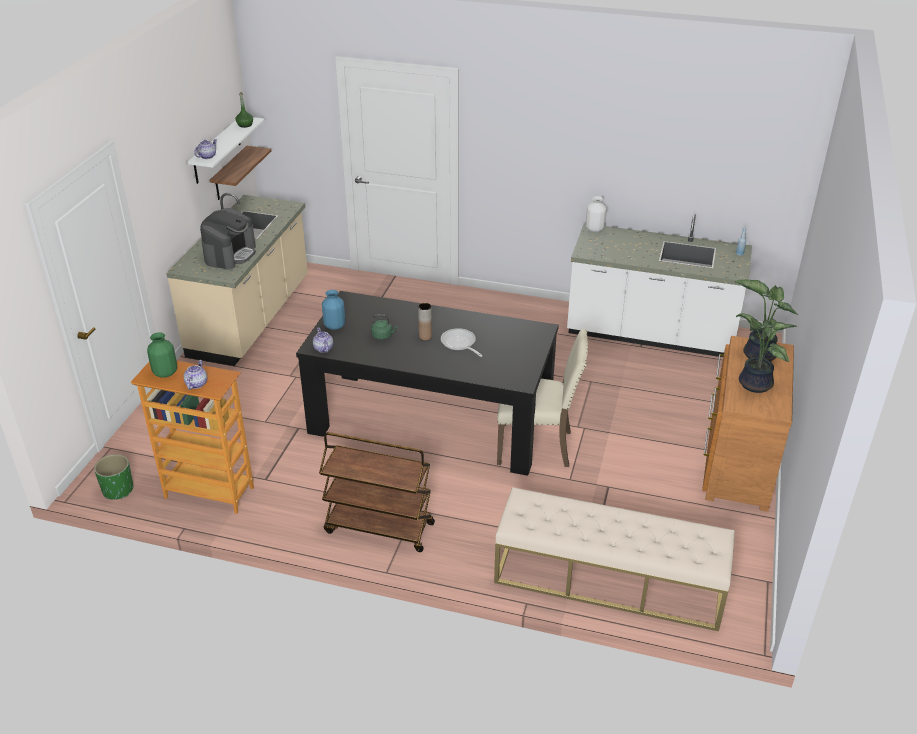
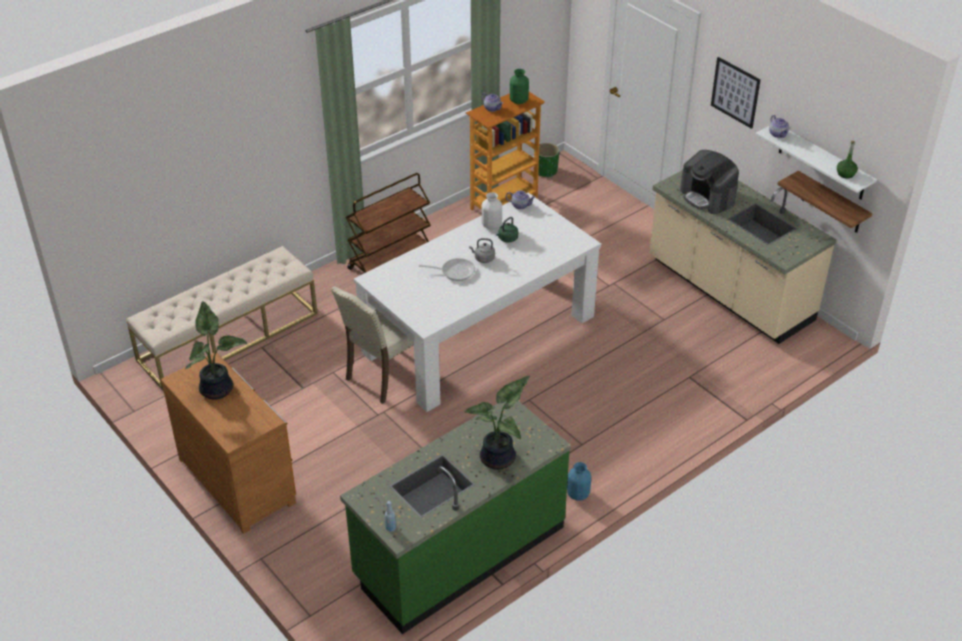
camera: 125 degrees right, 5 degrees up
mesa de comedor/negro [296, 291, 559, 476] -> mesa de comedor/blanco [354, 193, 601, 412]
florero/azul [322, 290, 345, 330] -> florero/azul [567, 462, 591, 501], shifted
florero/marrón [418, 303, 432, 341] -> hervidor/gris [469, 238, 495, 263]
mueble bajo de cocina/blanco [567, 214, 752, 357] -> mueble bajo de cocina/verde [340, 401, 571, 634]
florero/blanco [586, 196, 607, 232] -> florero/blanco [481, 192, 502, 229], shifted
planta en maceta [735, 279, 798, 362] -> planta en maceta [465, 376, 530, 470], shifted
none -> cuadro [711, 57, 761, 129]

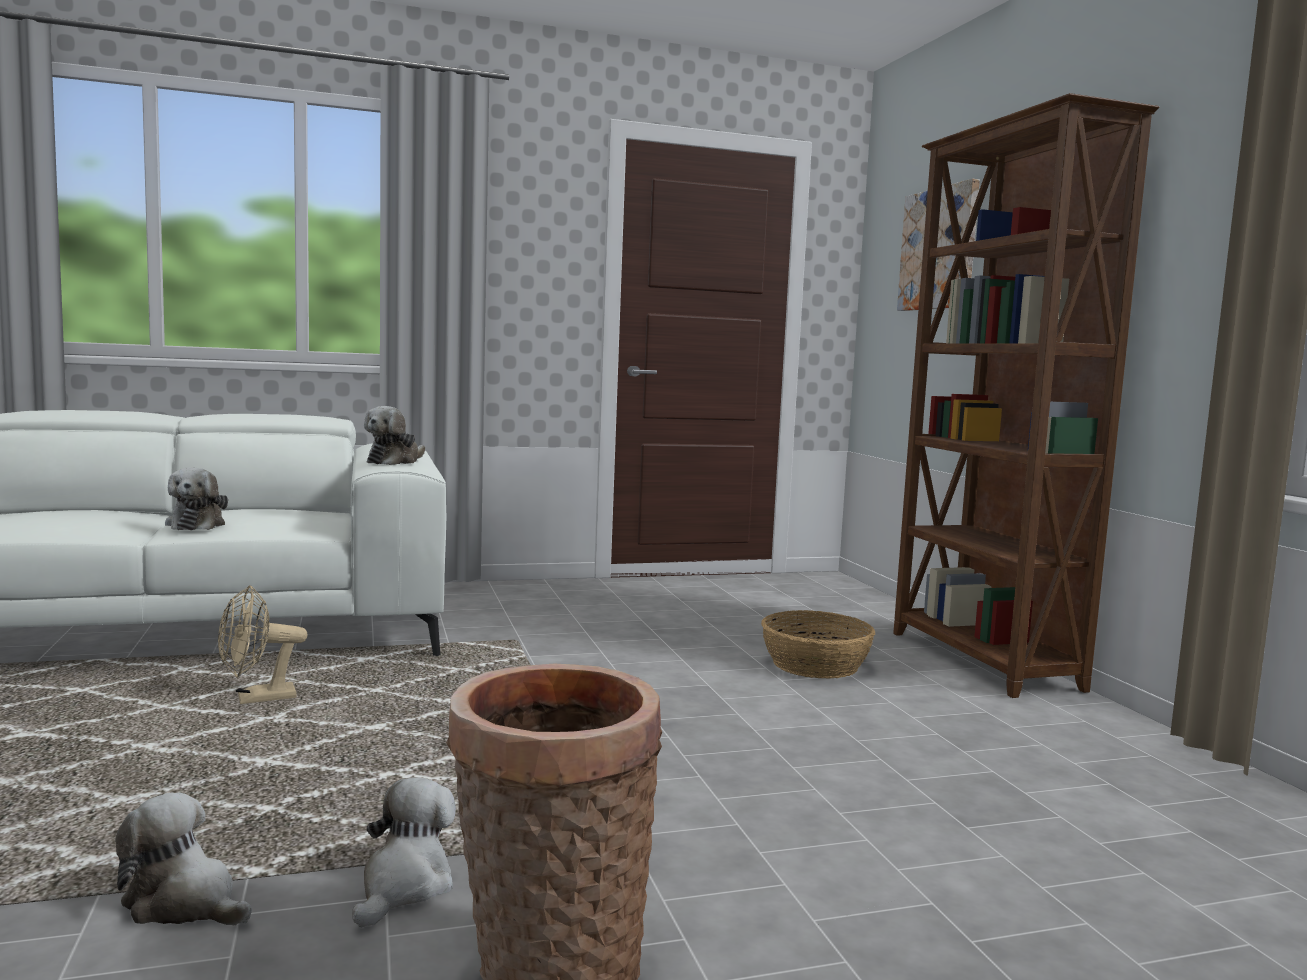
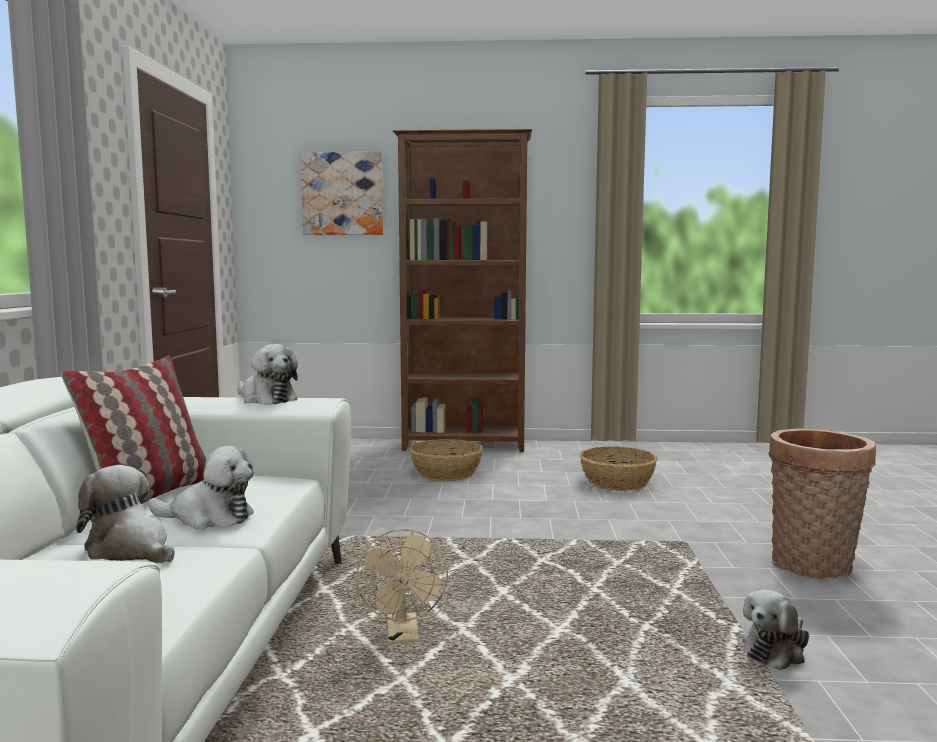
camera: 70 degrees left, 0 degrees up
peluche [352, 777, 456, 928] -> peluche [76, 465, 175, 563], shifted
none -> cojín [61, 356, 206, 504]
none -> cesta [579, 447, 658, 491]

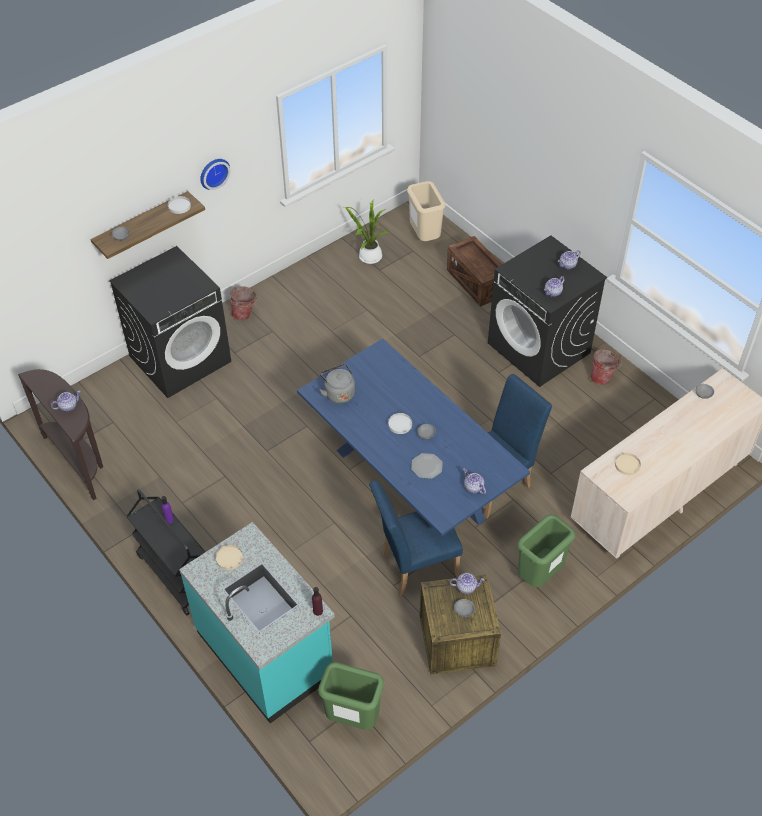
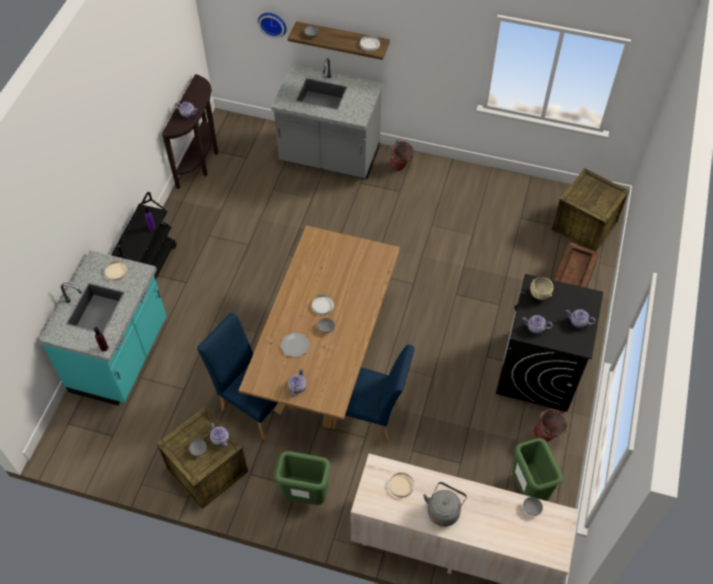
camera: 55 degrees right, 5 degrees up
lavadora/negro [109, 246, 231, 398] -> mueble bajo de cocina/gris [271, 58, 383, 179]
reloj de pared [200, 159, 230, 190] -> reloj de pared [258, 13, 287, 38], shifted
mesa de comedor/azul [297, 339, 530, 536] -> mesa de comedor/marrón [239, 225, 400, 429]
papelera/verde [318, 662, 384, 730] -> papelera/verde [512, 438, 563, 501], shifted
hervidor/gris [319, 364, 355, 404] -> hervidor/gris [423, 482, 467, 527], shifted
planta en maceta [345, 199, 389, 264] -> none
papelera/beis [407, 181, 446, 241] -> caja de embalaje [551, 168, 629, 251]
none -> cuenco/beis [530, 277, 553, 300]

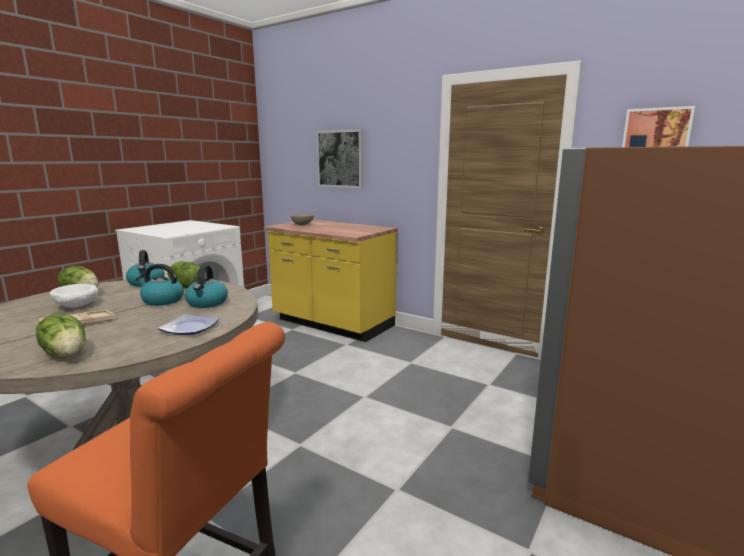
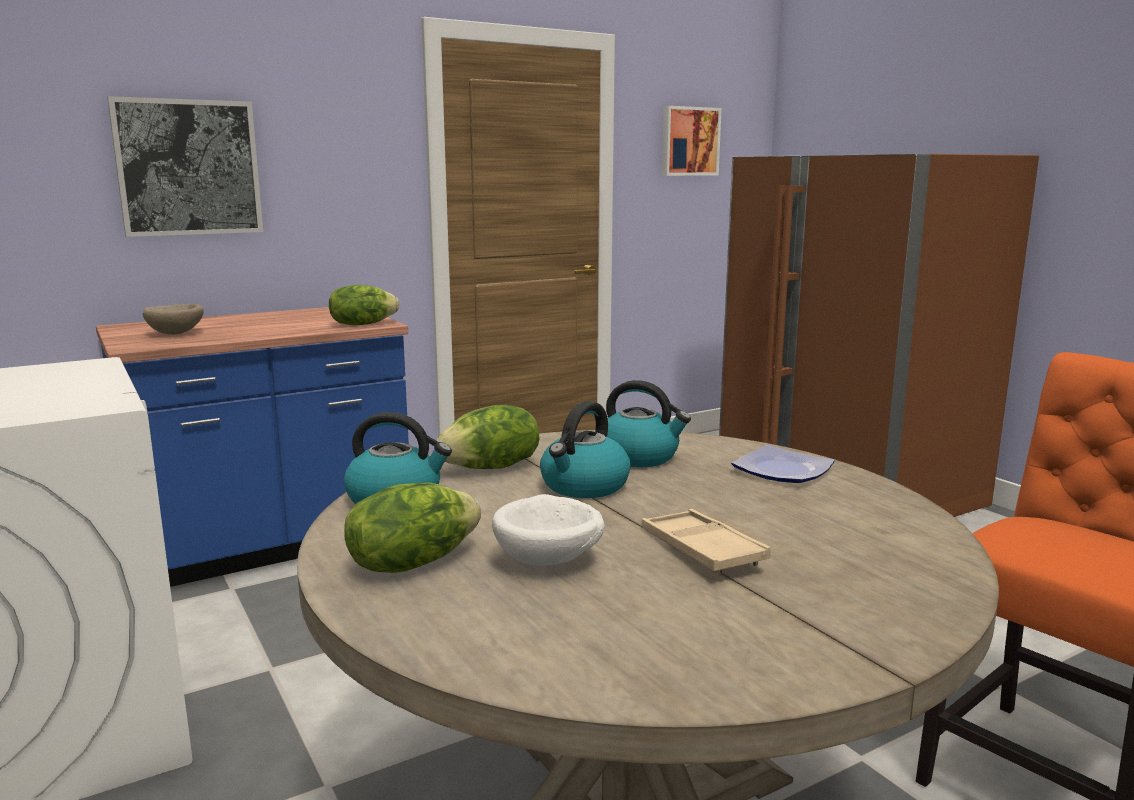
camera: 65 degrees left, 0 degrees up
lechuga [36, 314, 86, 358] -> lechuga [329, 285, 399, 325], shifted
mueble bajo de cocina/amarillo [264, 220, 398, 342] -> mueble bajo de cocina/azul [96, 307, 409, 587]

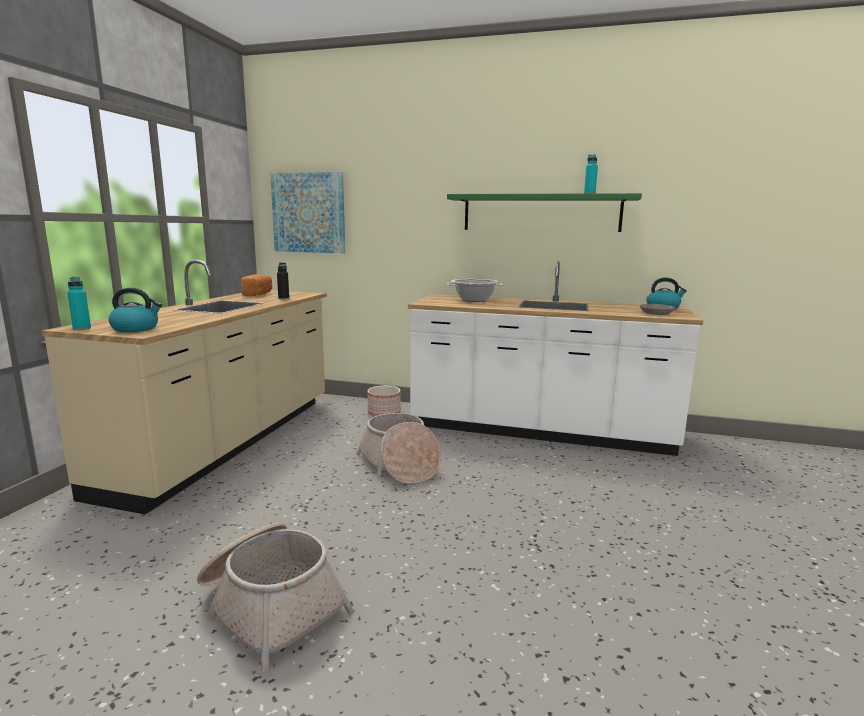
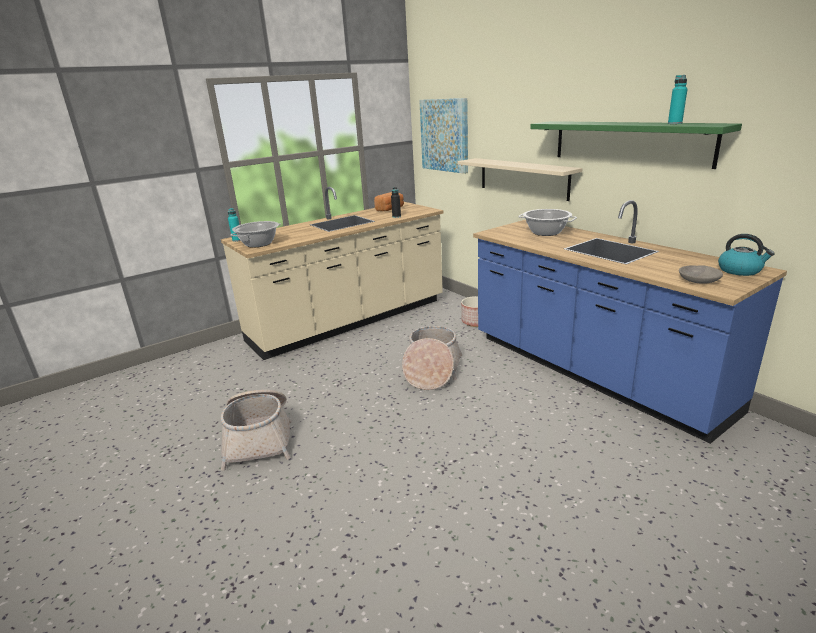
camera: 40 degrees right, 10 degrees up
hervidor [109, 288, 162, 332] -> olla [230, 221, 281, 248]
mueble bajo de cocina/blanco [408, 261, 703, 456] -> mueble bajo de cocina/azul [473, 200, 787, 444]
none -> estante/beis [457, 158, 583, 201]

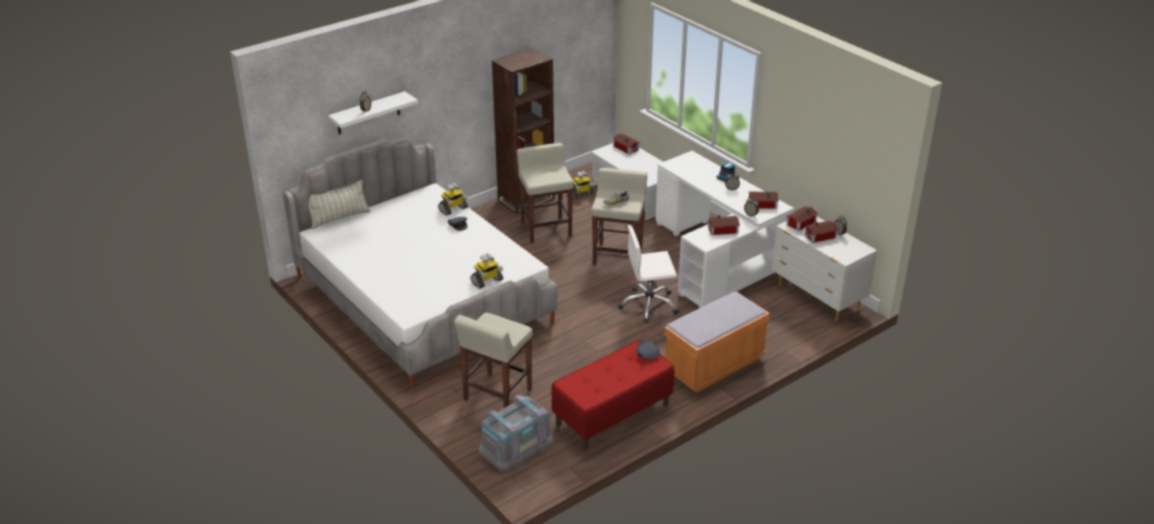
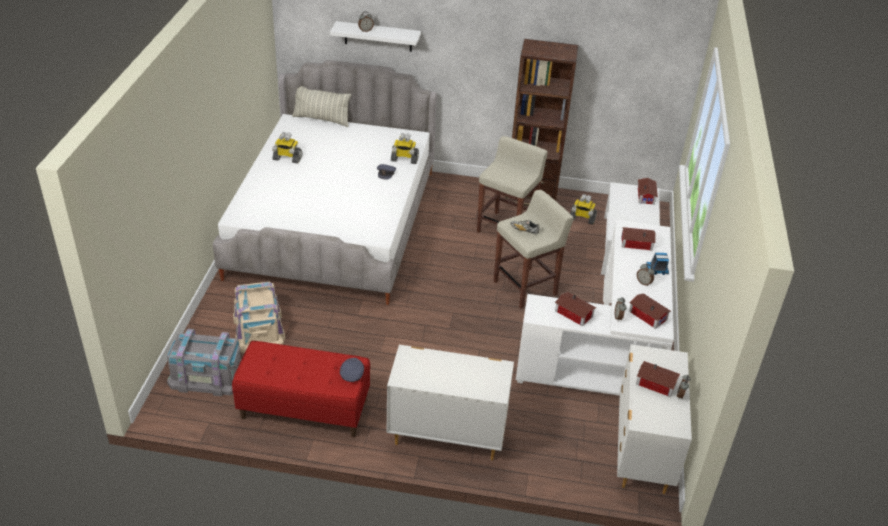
camera: 45 degrees right, 5 degrees up
taburete/beis [454, 313, 533, 408] -> caja de almacenaje/beis [233, 282, 285, 353]
robot de juguete [470, 253, 503, 289] -> robot de juguete [272, 132, 303, 164], shifted
silla de oficina/blanco [618, 225, 679, 323] -> none
banco/naranja [665, 292, 770, 393] -> cómoda/blanco [387, 344, 514, 460]
casita [786, 206, 818, 231] -> casita [621, 227, 656, 251], shifted

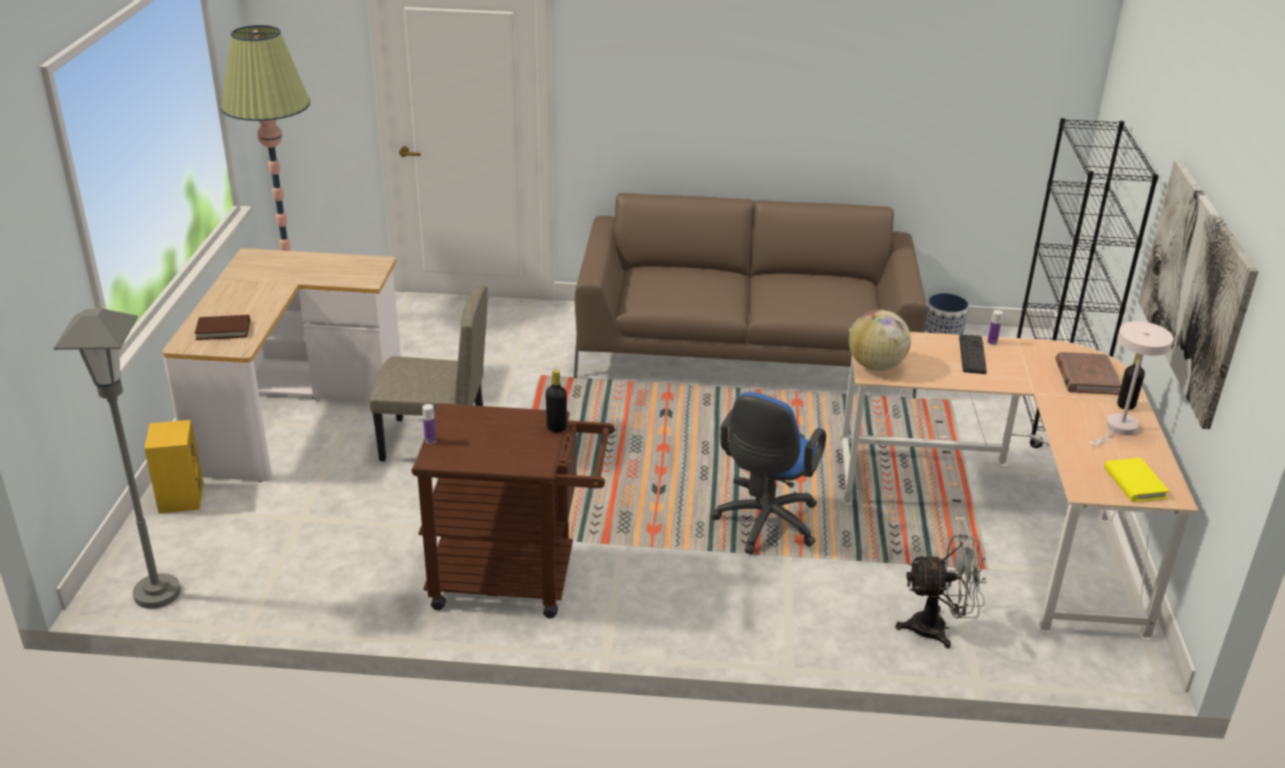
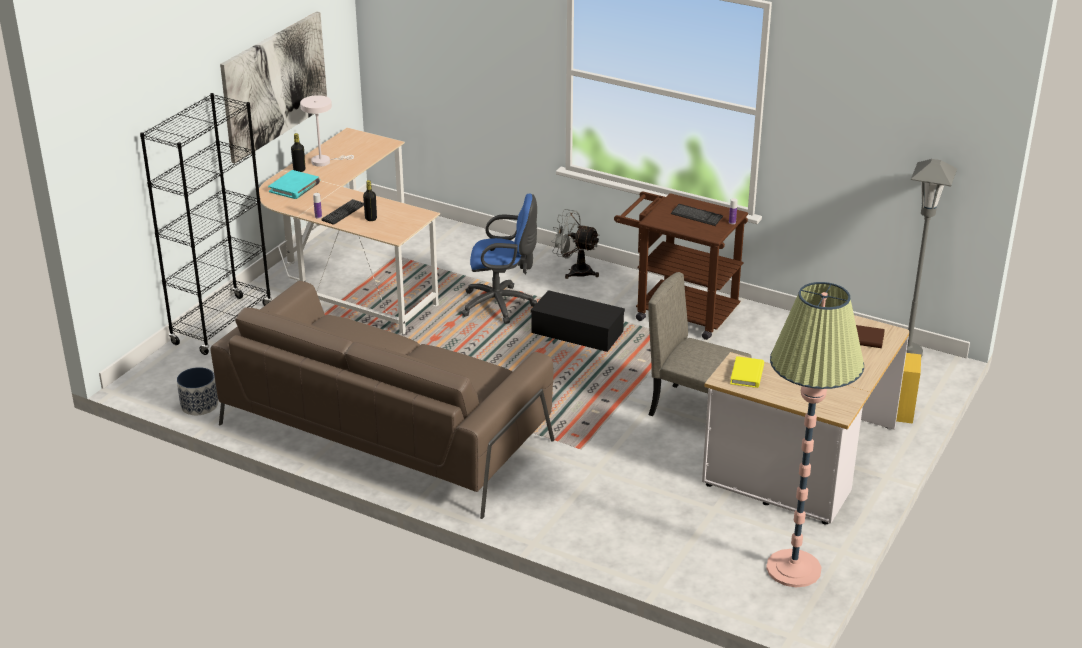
camera: 155 degrees left, 0 degrees up
botella/negro [546, 370, 567, 432] -> botella/negro [363, 180, 377, 221], shifted
silla de oficina/azul [711, 392, 826, 554] -> silla de oficina/azul [461, 194, 537, 324], 45 degrees clockwise
globo terráqueo [849, 310, 911, 371] -> none
ventilador/gris [895, 535, 987, 649] -> ventilador/gris [551, 209, 599, 279], shifted
libro/marrón [1055, 352, 1121, 395] -> libro/turquesa [268, 170, 320, 199]
libro/amarillo [1104, 458, 1170, 502] -> libro/amarillo [730, 356, 764, 388], shifted
none -> caja de almacenaje/negro [531, 290, 625, 352]
none -> teclado [671, 204, 723, 226]

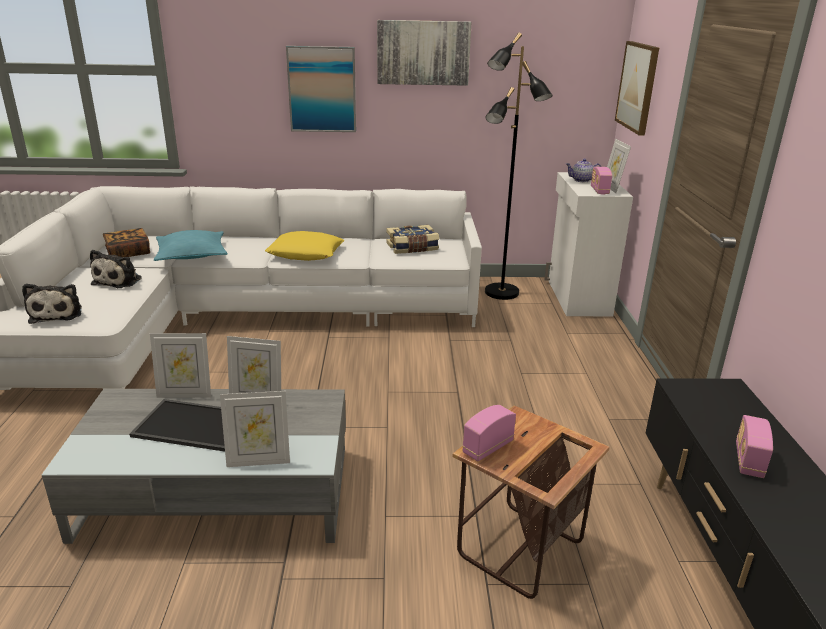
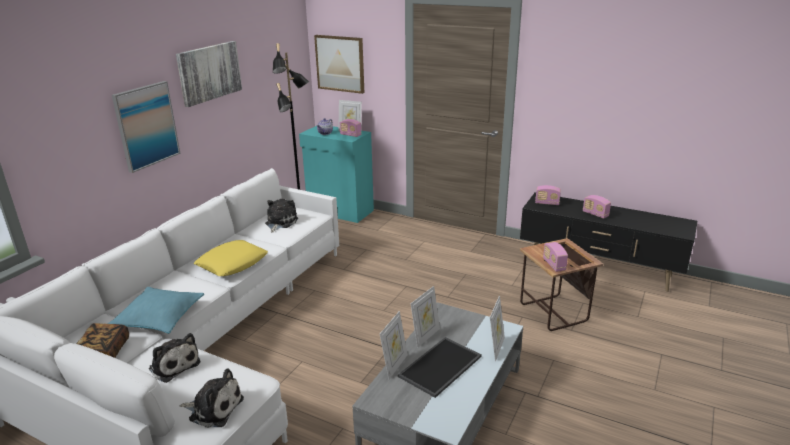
camera: 60 degrees left, 0 degrees up
libro [387, 225, 439, 254] -> peluche [265, 199, 298, 233]
armario/blanco [545, 172, 633, 317] -> armario/turquesa [299, 126, 374, 223]
none -> radio [535, 185, 561, 205]

